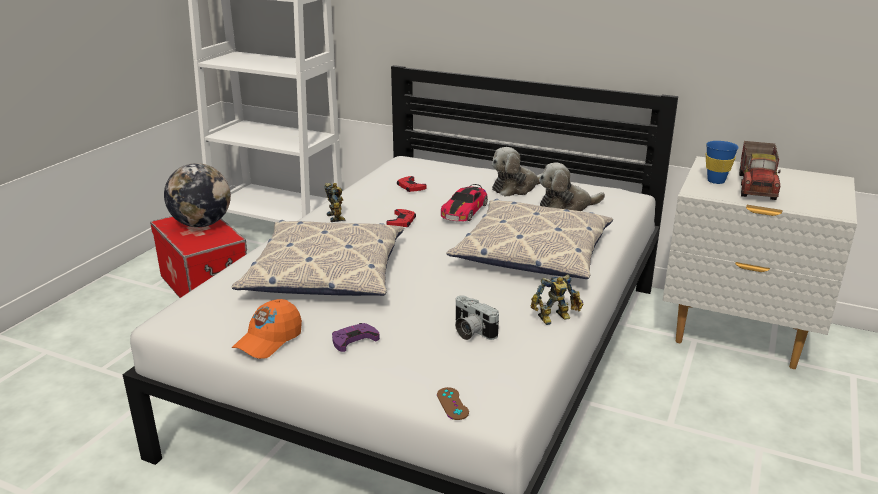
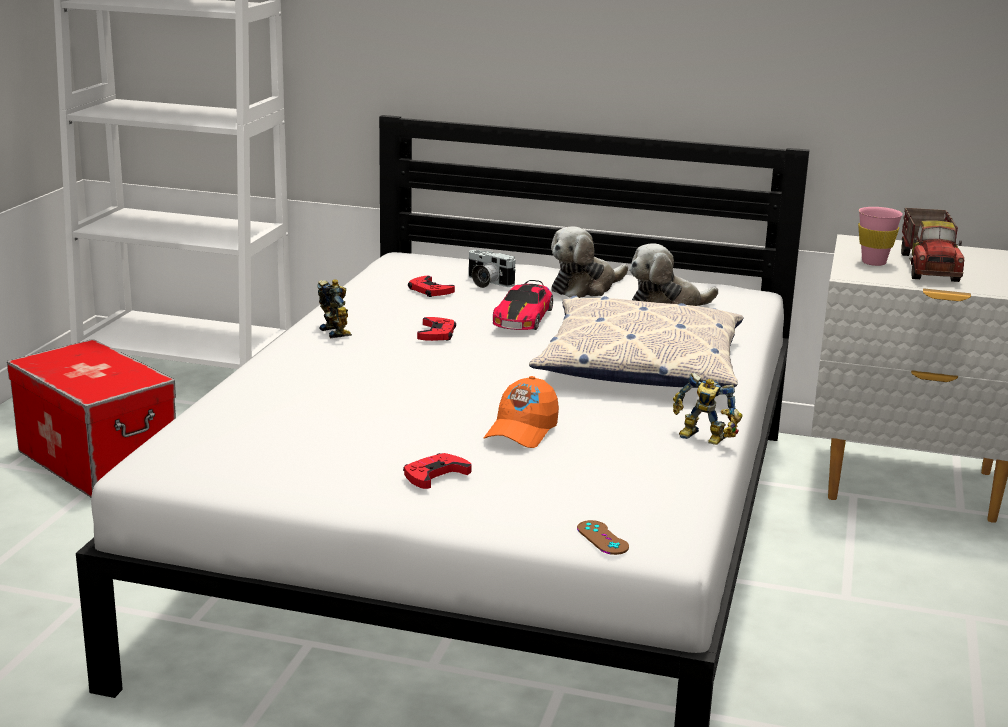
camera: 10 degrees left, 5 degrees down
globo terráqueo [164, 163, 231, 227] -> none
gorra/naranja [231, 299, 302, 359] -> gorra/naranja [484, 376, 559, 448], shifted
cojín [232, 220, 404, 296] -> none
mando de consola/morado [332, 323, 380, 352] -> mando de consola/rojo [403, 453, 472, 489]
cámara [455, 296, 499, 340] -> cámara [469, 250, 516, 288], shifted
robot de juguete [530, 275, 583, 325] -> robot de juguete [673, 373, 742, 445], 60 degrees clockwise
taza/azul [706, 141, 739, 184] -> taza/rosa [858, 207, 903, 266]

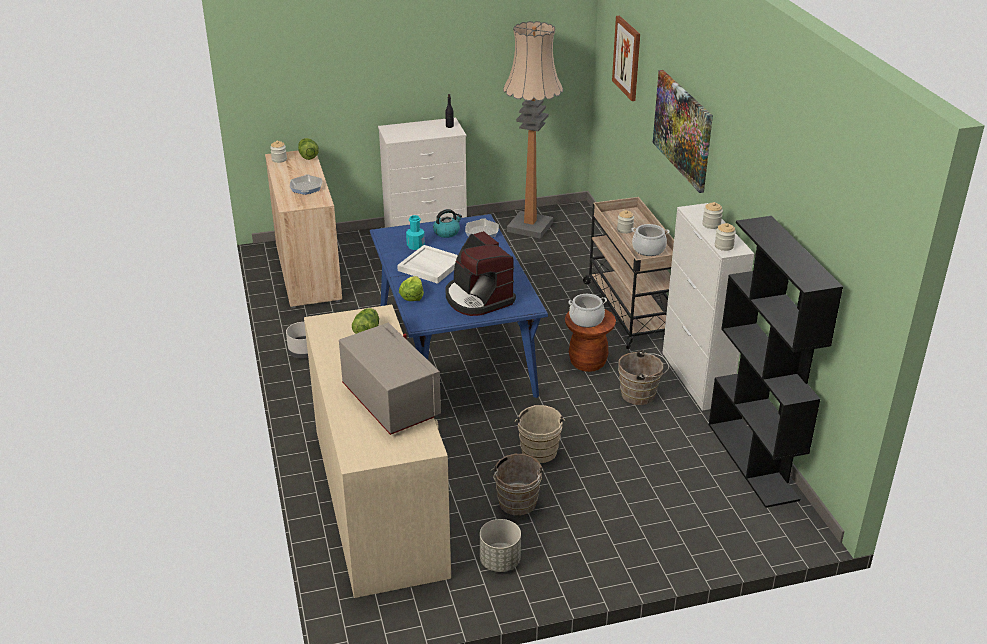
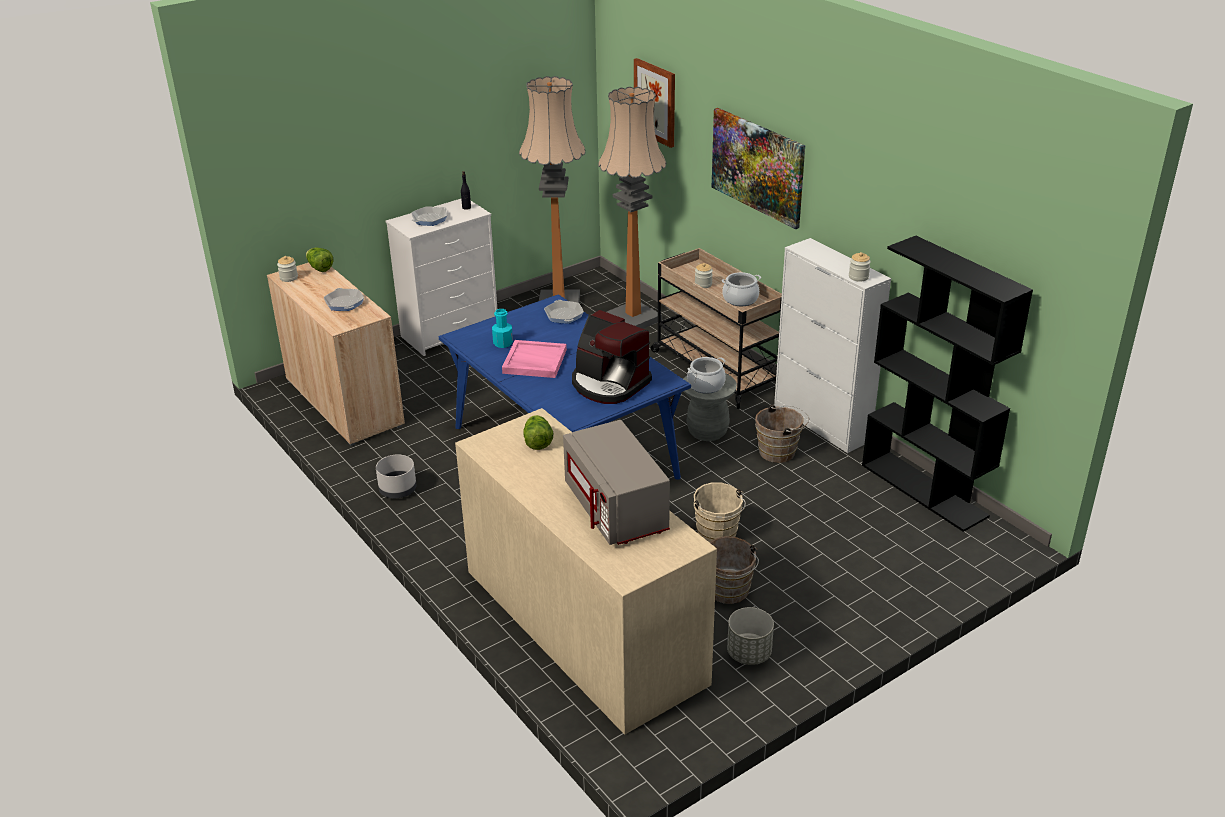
camera: 20 degrees left, 0 degrees up
microondas/gris [339, 323, 441, 435] -> microondas/gris [563, 420, 670, 545], 150 degrees counterclockwise
bandeja/blanco [397, 245, 458, 284] -> bandeja/rosa [502, 340, 567, 378]
lechuga [399, 276, 424, 301] -> none
hervidor [433, 209, 462, 238] -> none
taburete/marrón [565, 309, 616, 372] -> taburete/gris [683, 373, 737, 441]
tarro [702, 202, 723, 229] -> none
none -> sartén [411, 206, 447, 226]
none -> lámpara de pie [598, 87, 666, 329]

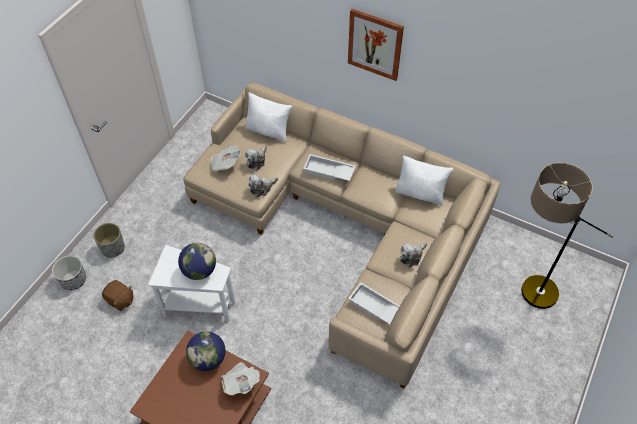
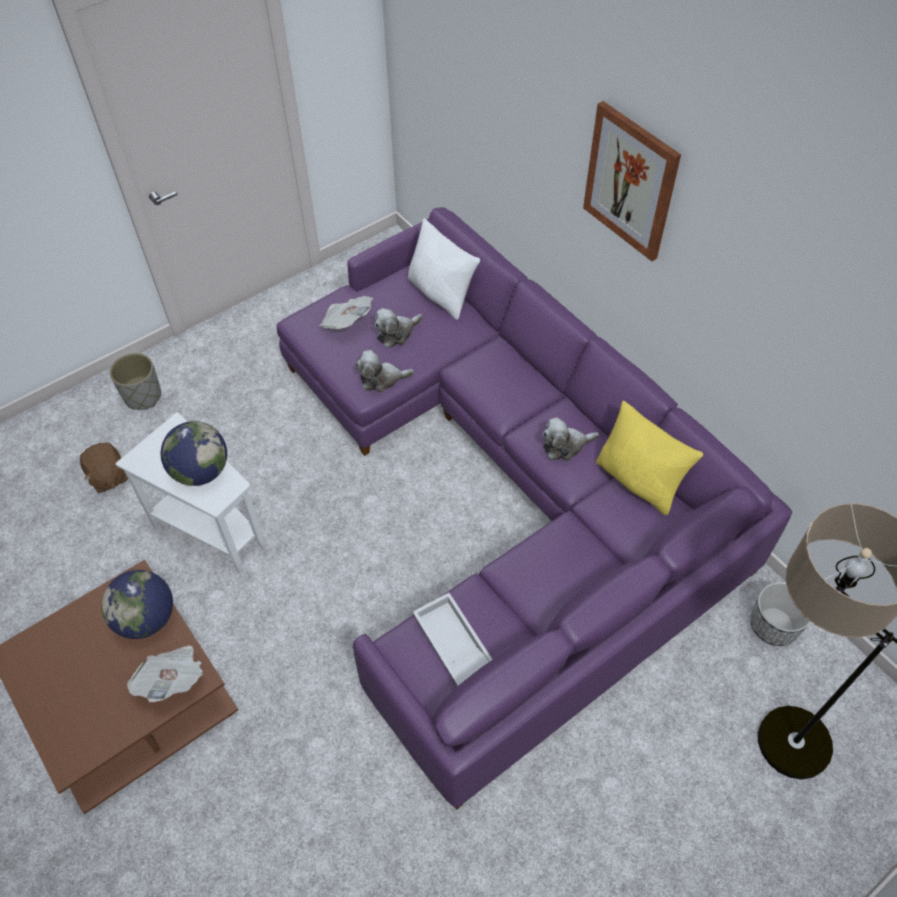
camera: 25 degrees right, 0 degrees up
maceta [52, 255, 86, 290] -> maceta [750, 582, 811, 646], shifted
sofá/beis [183, 83, 500, 389] -> sofá/morado [277, 207, 792, 810]
bandeja/blanco [303, 154, 356, 181] -> none
cojín/blanco [396, 155, 453, 206] -> cojín/amarillo [596, 400, 703, 515]
peluche [400, 243, 427, 268] -> peluche [543, 417, 599, 461], shifted

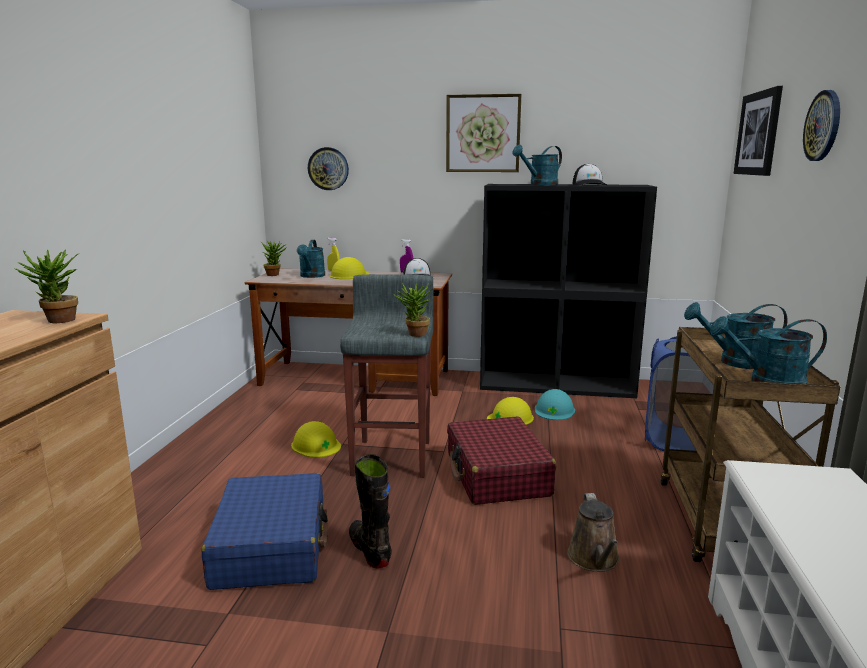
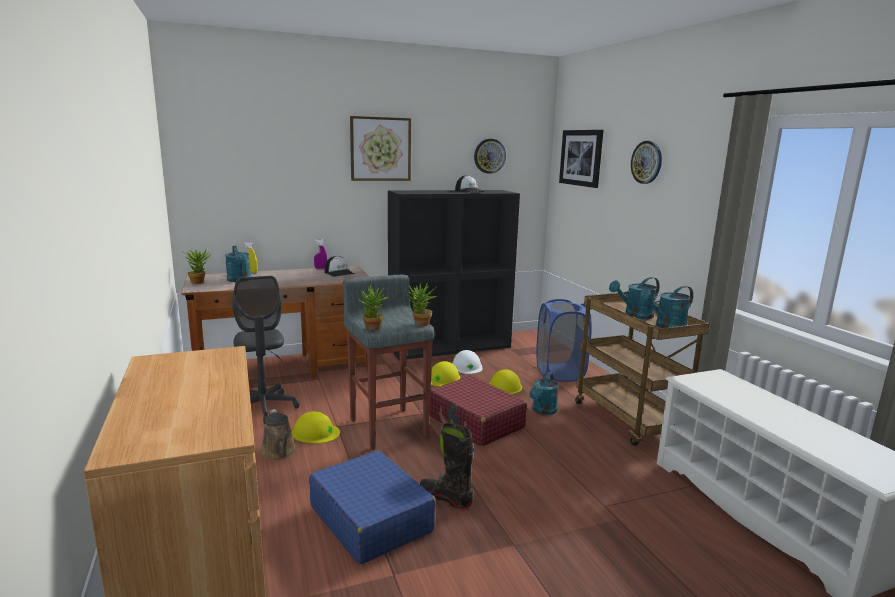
camera: 30 degrees left, 0 degrees up
planta en maceta [15, 249, 80, 323] -> planta en maceta [358, 285, 389, 331], shifted
reloj de pared [308, 147, 349, 190] -> reloj de pared [474, 139, 506, 174], shifted
casco/amarillo [329, 257, 370, 279] -> casco/amarillo [489, 369, 522, 394], shifted
regadera/turquesa [512, 145, 562, 185] -> regadera/turquesa [529, 372, 559, 415], shifted
casco/turquesa [535, 389, 575, 420] -> casco/blanco [452, 350, 483, 374]
regadera/marrón [567, 493, 619, 572] -> regadera/marrón [261, 409, 297, 460], shifted
none -> silla de oficina/gris [232, 276, 300, 424]

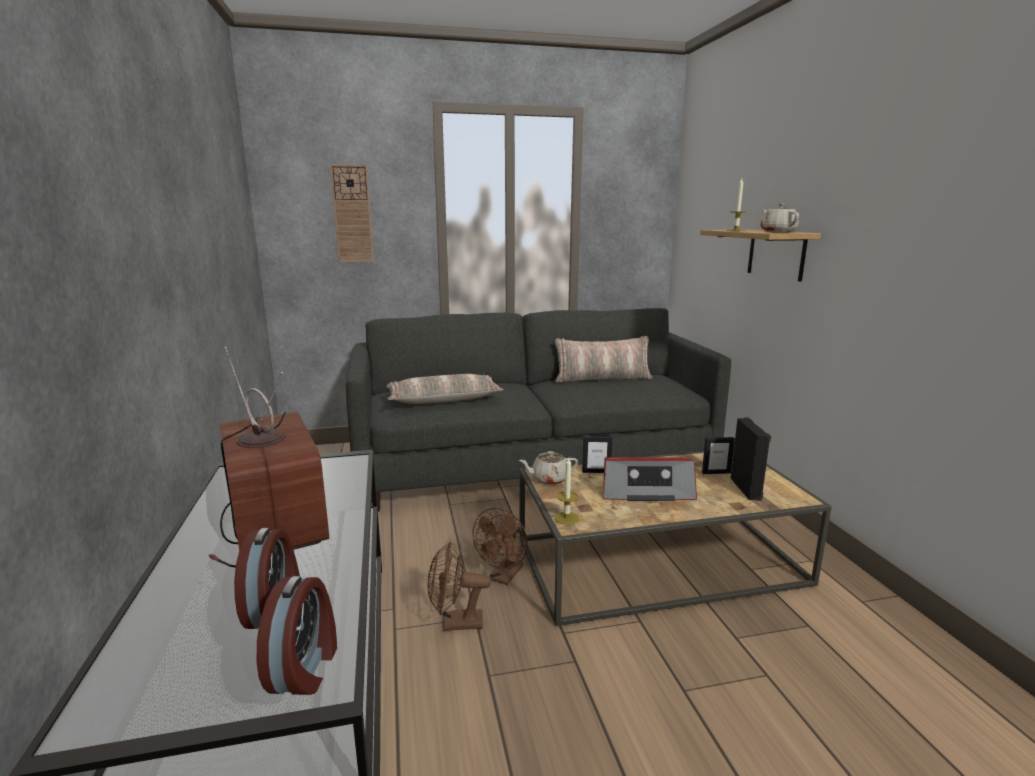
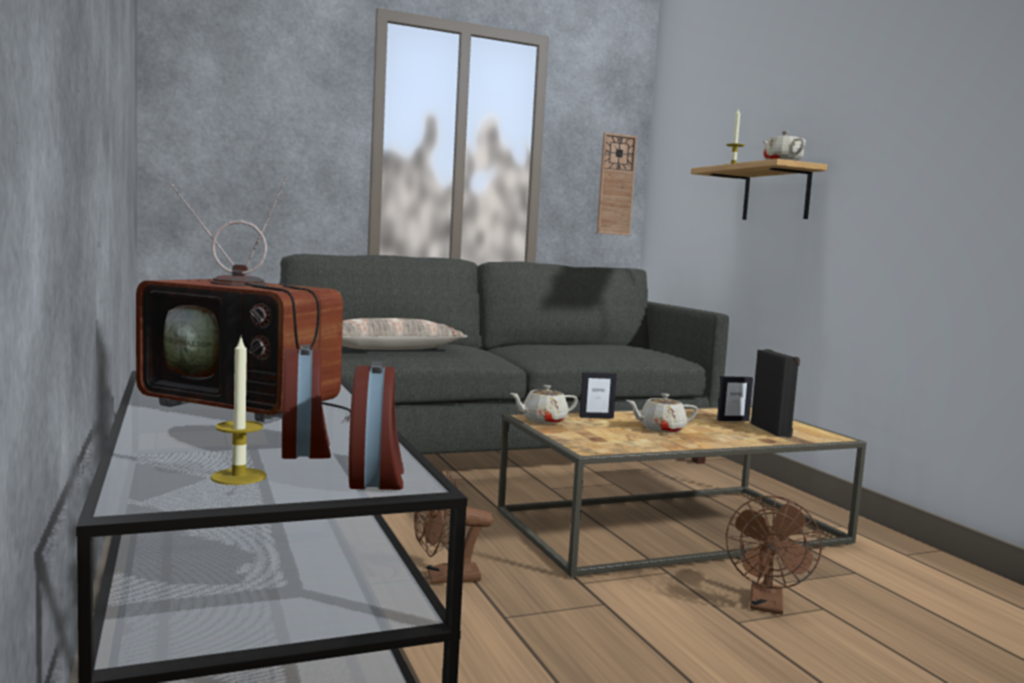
camera: 10 degrees left, 10 degrees down
televisor [209, 347, 329, 568] -> televisor [136, 177, 351, 422], 150 degrees clockwise
reloj de pared [330, 164, 374, 262] -> reloj de pared [597, 132, 637, 235], shifted
ventilador/marrón [473, 508, 527, 585] -> ventilador/marrón [726, 496, 822, 614], shifted
cojín [555, 336, 653, 383] -> none
vela [555, 457, 579, 525] -> vela [211, 338, 267, 485], shifted
radio [603, 457, 697, 501] -> tetera/beis [626, 393, 698, 433]

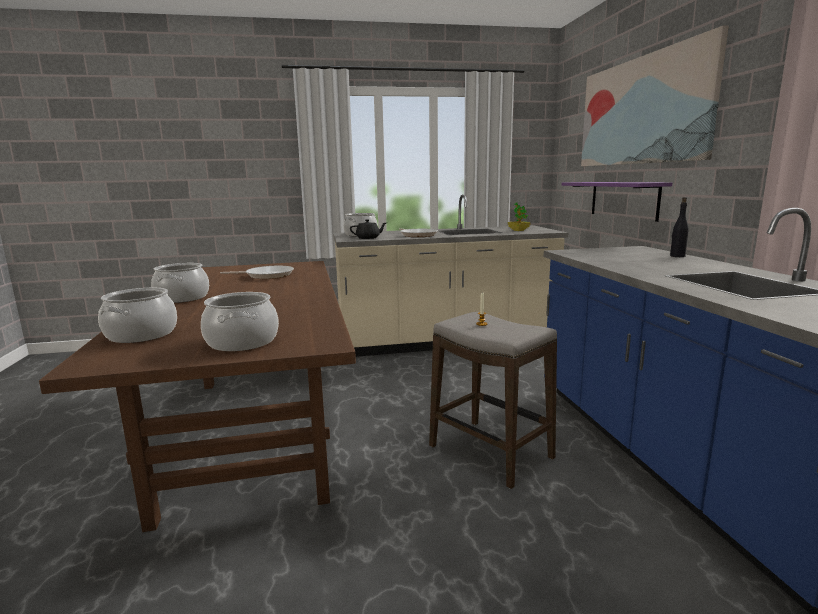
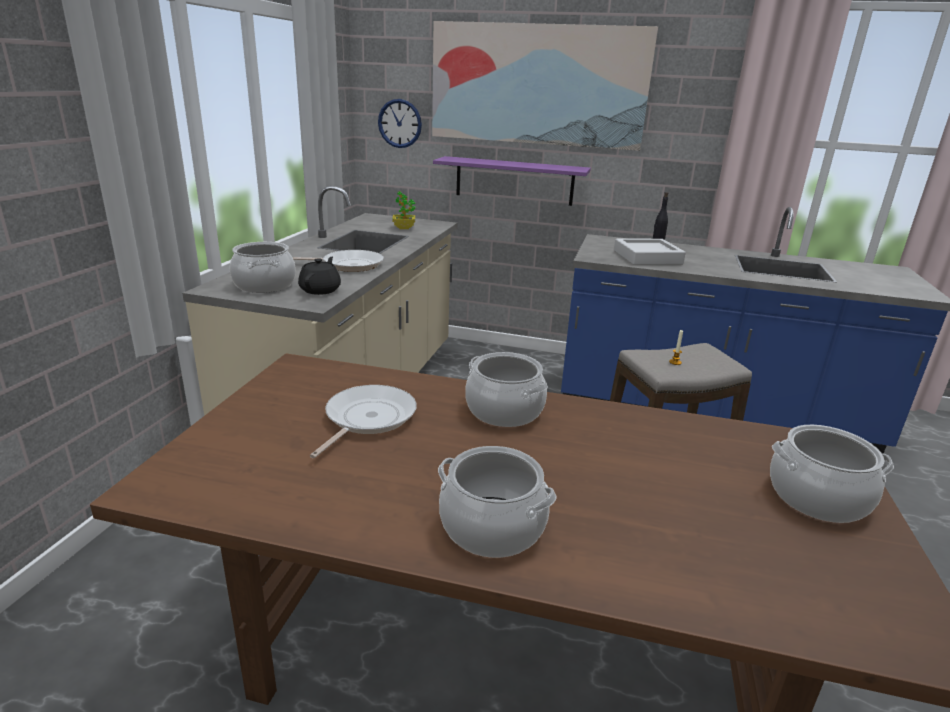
camera: 65 degrees left, 10 degrees up
olla [98, 288, 177, 343] -> olla [465, 352, 548, 427], shifted
none -> reloj de pared [378, 99, 422, 148]
none -> bandeja/gris [614, 239, 686, 265]

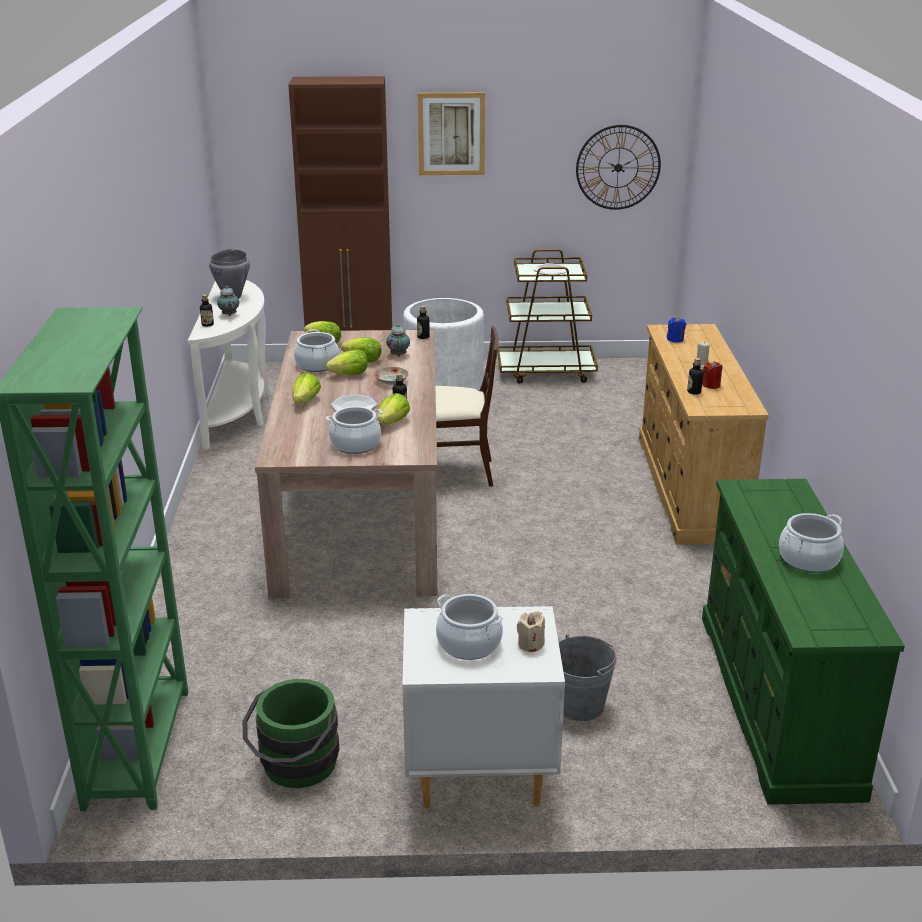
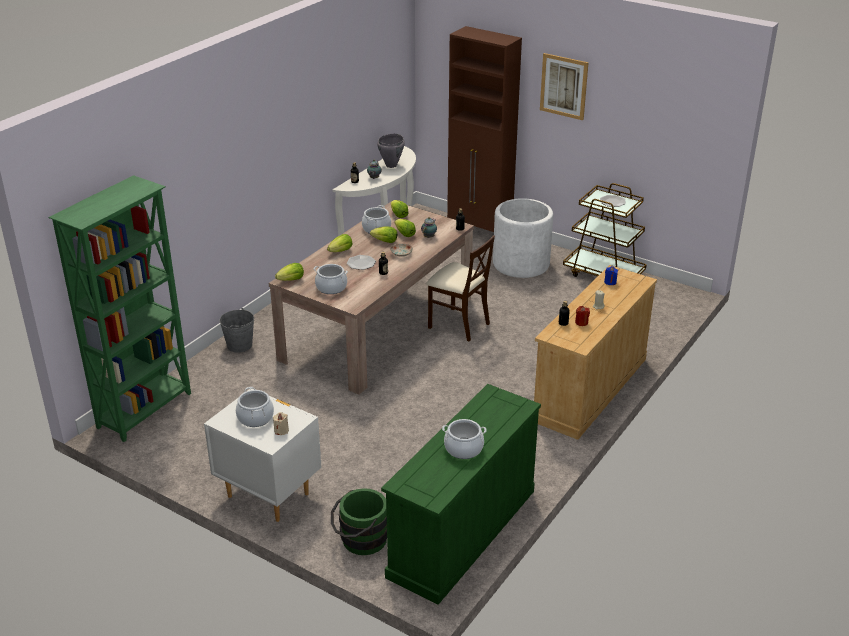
camera: 35 degrees right, 5 degrees up
cubo/verde [243, 679, 339, 788] -> cubo/verde [331, 488, 387, 555], shifted
lechuga [377, 393, 410, 425] -> lechuga [275, 263, 304, 281], shifted
cubo/gris [559, 635, 617, 721] -> cubo/gris [219, 308, 254, 353], shifted
reloj de pared [576, 125, 661, 210] -> none

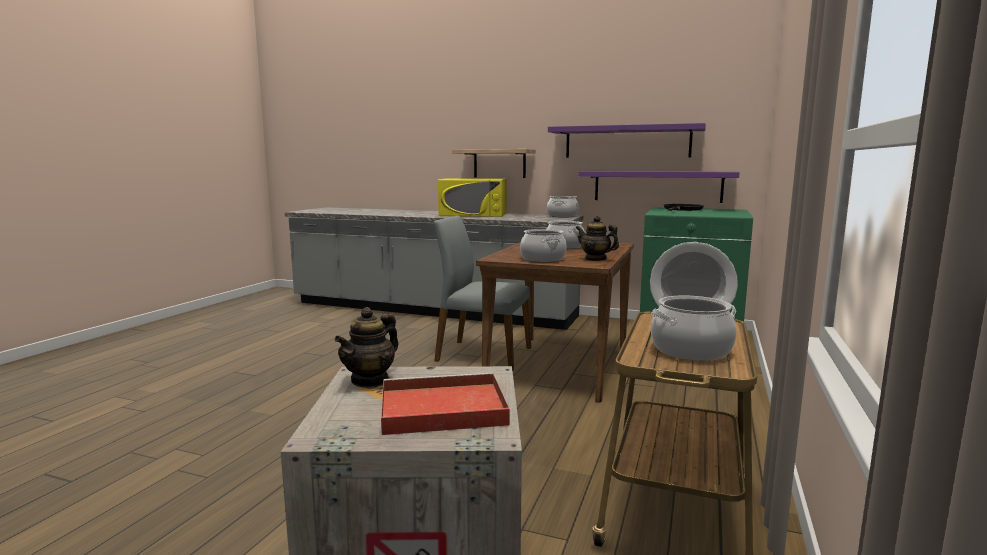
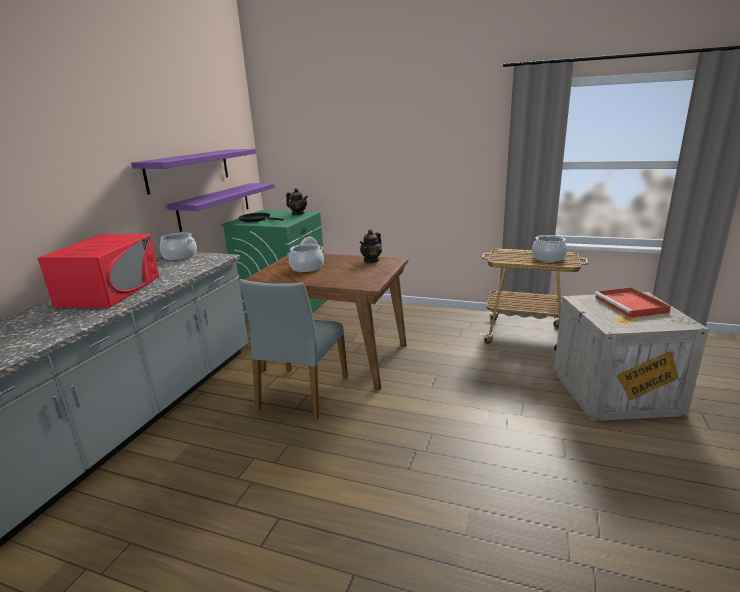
camera: 90 degrees left, 10 degrees up
tetera [335, 307, 399, 388] -> tetera [286, 188, 308, 215], shifted
microondas/amarillo [438, 178, 507, 217] -> microondas/rojo [38, 234, 159, 308]
estante [452, 149, 536, 178] -> none
olla [520, 229, 566, 262] -> none

